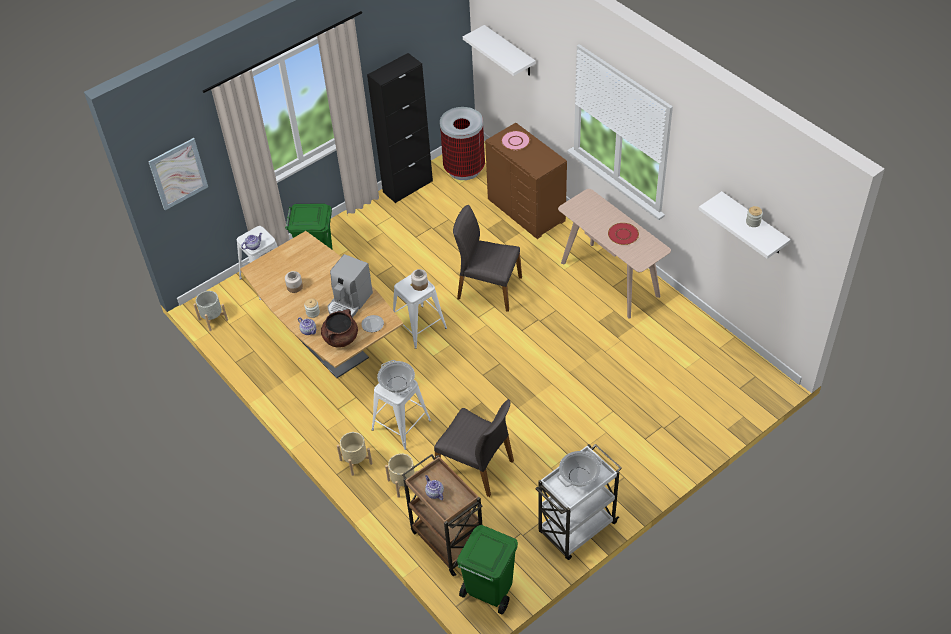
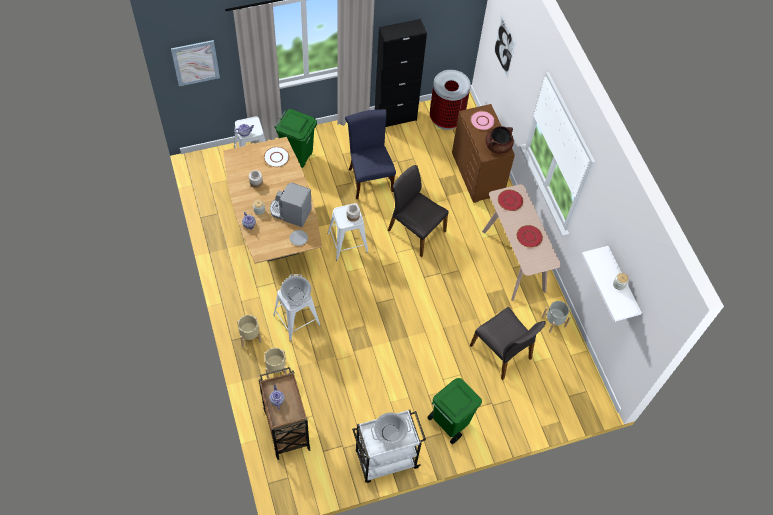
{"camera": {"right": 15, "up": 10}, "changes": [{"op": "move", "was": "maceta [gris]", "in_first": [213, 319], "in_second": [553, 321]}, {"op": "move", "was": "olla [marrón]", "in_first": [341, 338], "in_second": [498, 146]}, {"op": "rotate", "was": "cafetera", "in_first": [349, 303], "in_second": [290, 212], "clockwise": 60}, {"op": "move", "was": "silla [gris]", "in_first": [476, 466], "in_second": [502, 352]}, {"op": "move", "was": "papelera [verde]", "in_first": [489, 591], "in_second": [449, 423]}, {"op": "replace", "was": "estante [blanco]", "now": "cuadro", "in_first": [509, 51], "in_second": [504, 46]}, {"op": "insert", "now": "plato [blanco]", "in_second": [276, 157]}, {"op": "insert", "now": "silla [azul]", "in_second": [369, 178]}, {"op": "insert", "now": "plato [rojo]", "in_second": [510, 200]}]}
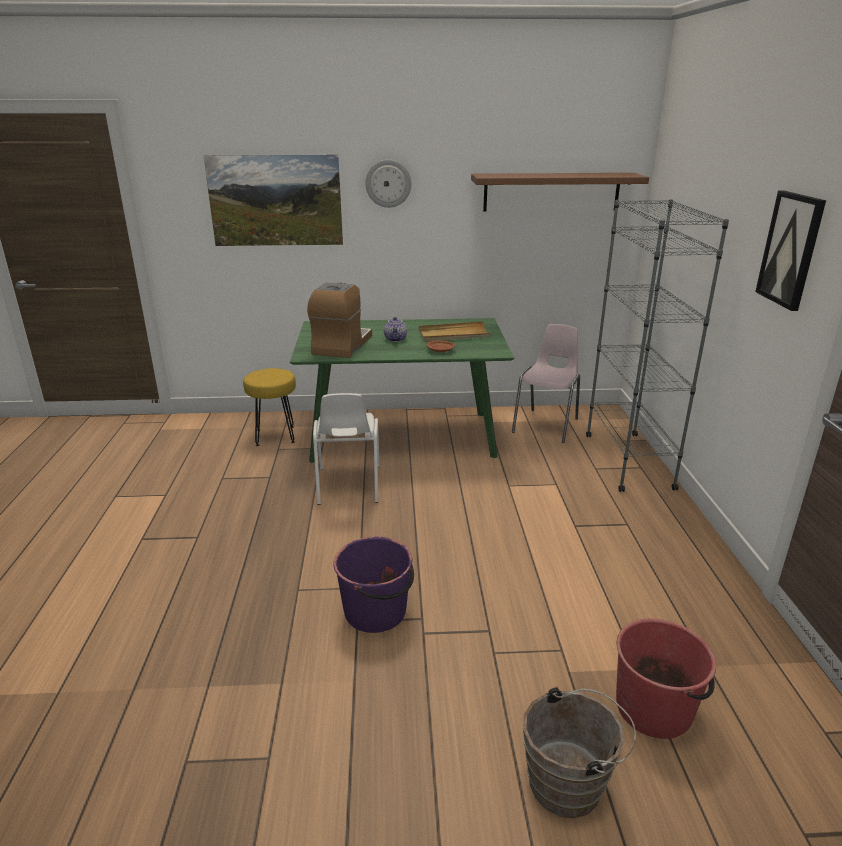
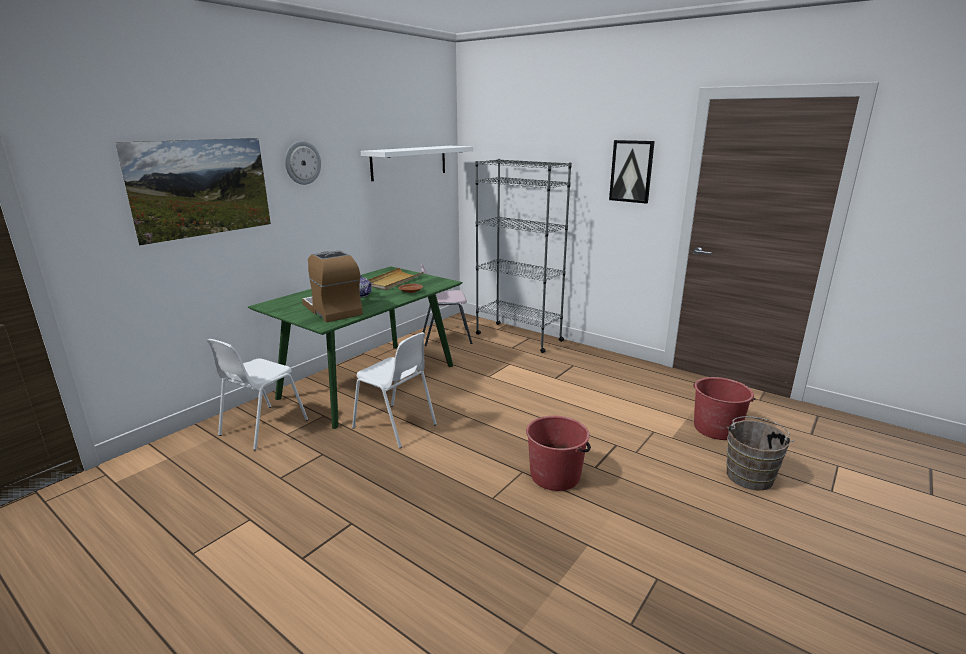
{"camera": {"right": -50, "up": -5}, "changes": [{"op": "replace", "was": "taburete [amarillo]", "now": "silla [blanco]", "in_first": [274, 435], "in_second": [262, 427]}, {"op": "recolor", "was": "cubo [morado]", "now": "cubo [rojo]", "in_first": [376, 611], "in_second": [555, 475]}, {"op": "recolor", "was": "estante [marrón]", "now": "estante [blanco]", "in_first": [551, 192], "in_second": [409, 162]}, {"op": "rotate", "was": "silla [rosa]", "in_first": [547, 425], "in_second": [446, 337], "clockwise": -75}]}
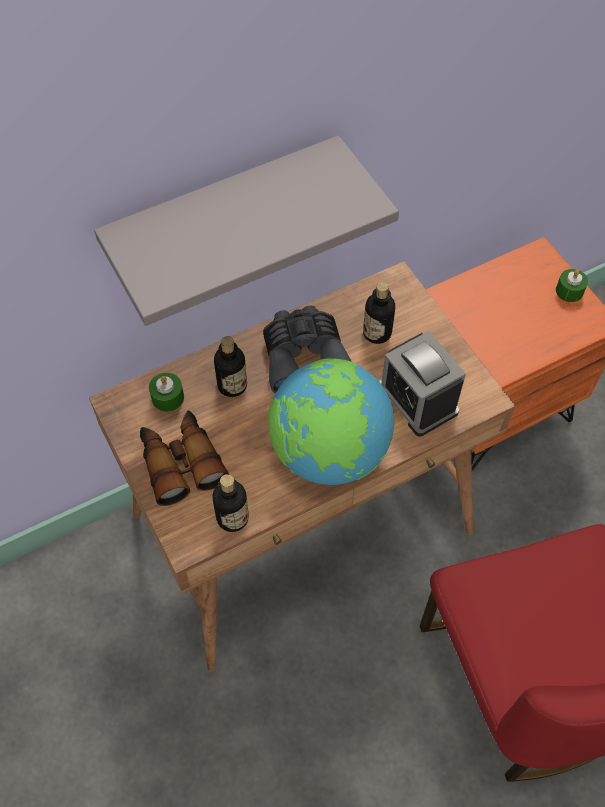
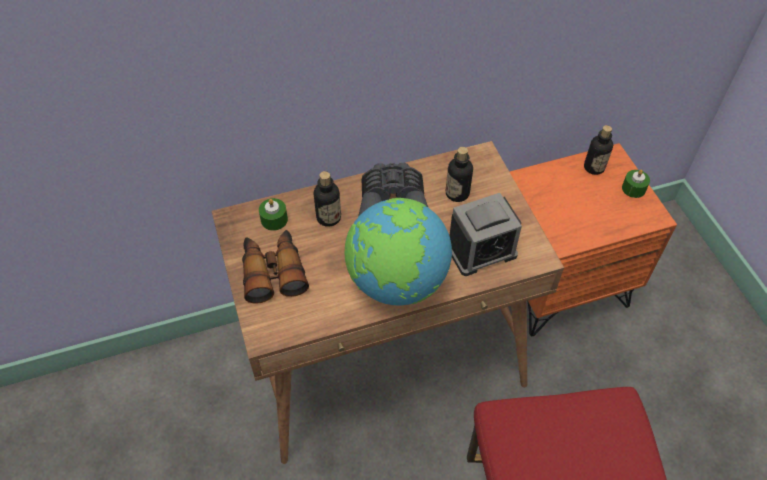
{"camera": {"right": 10, "up": -5}, "changes": [{"op": "delete", "was": "estante [gris]", "in_first": [224, 216]}, {"op": "move", "was": "botella", "in_first": [232, 518], "in_second": [594, 167]}, {"op": "rotate", "was": "despertador", "in_first": [418, 399], "in_second": [481, 250], "clockwise": -90}]}
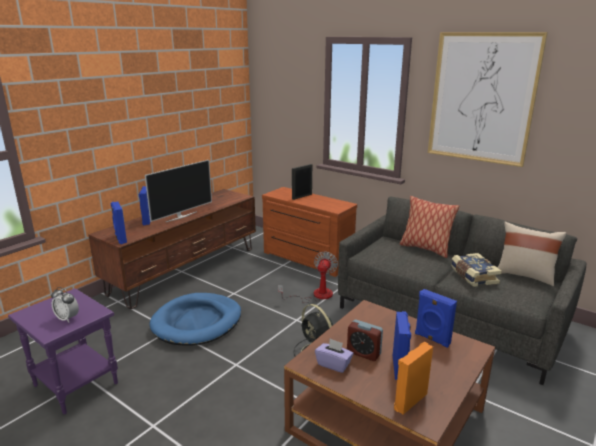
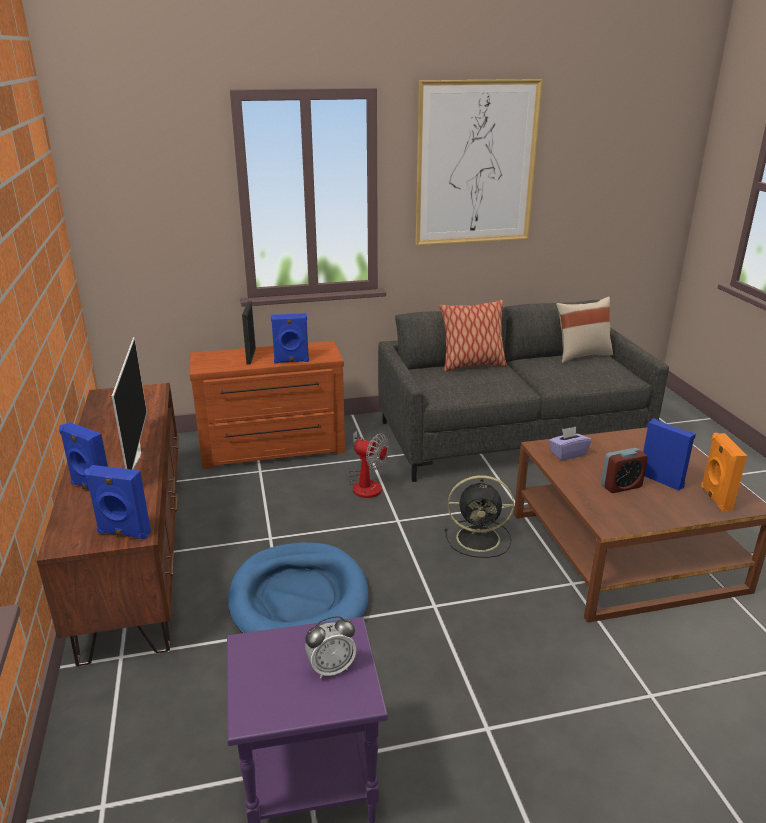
{"camera": {"right": -50, "up": 5}, "changes": [{"op": "rotate", "was": "ventilador", "in_first": [316, 295], "in_second": [365, 483], "clockwise": 150}, {"op": "move", "was": "caja de pañuelos [morado]", "in_first": [333, 364], "in_second": [567, 454]}, {"op": "move", "was": "altavoz [azul]", "in_first": [432, 339], "in_second": [291, 361]}, {"op": "delete", "was": "libro", "in_first": [473, 276]}]}
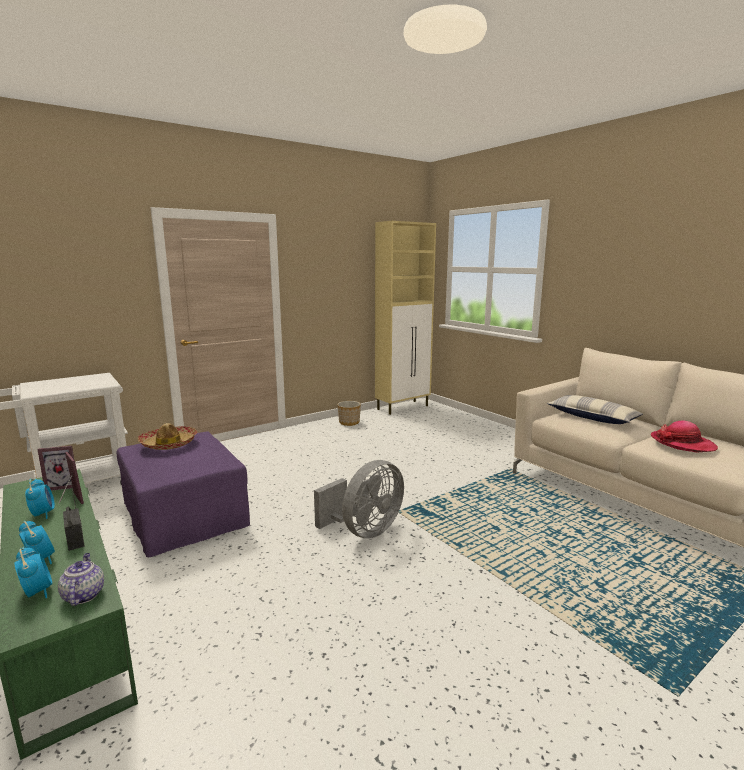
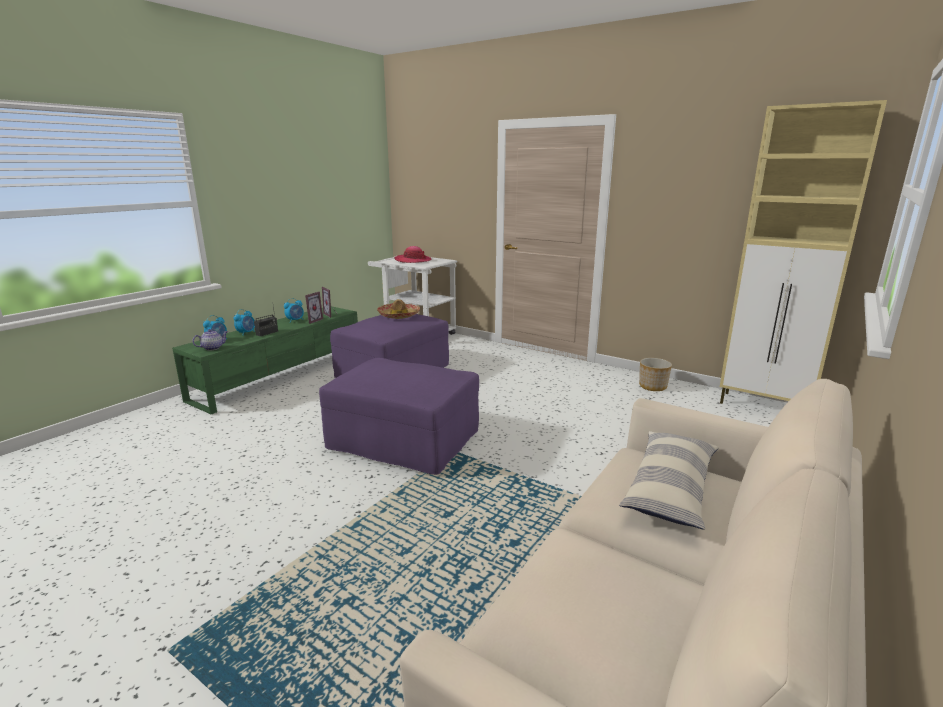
{"camera": {"right": 70, "up": 5}, "changes": [{"op": "replace", "was": "ventilador [gris]", "now": "puf [morado]", "in_first": [365, 531], "in_second": [405, 441]}, {"op": "move", "was": "sombrero", "in_first": [682, 443], "in_second": [413, 260]}]}
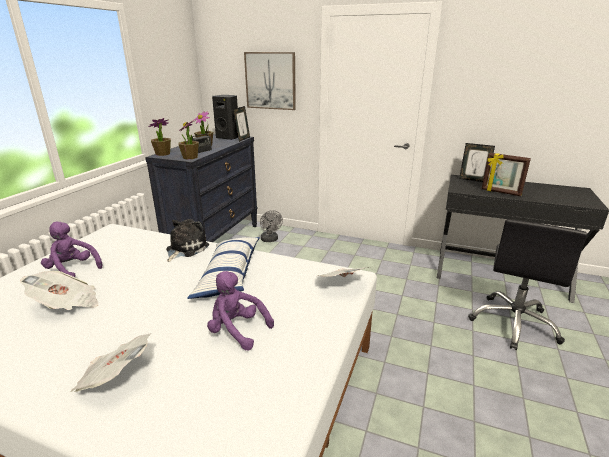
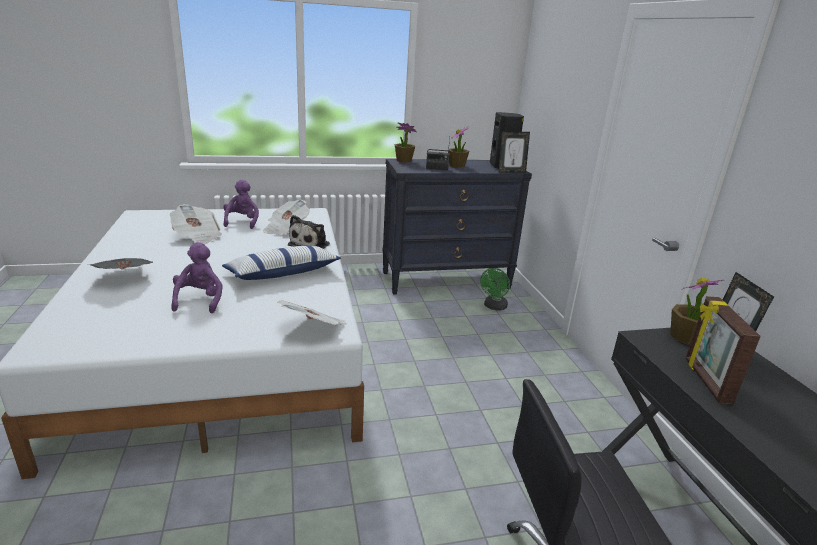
{"camera": {"right": 55, "up": 0}, "changes": [{"op": "rotate", "was": "peluche", "in_first": [185, 249], "in_second": [311, 244], "clockwise": 120}, {"op": "move", "was": "planta en maceta", "in_first": [190, 157], "in_second": [685, 337]}, {"op": "delete", "was": "cuadro", "in_first": [270, 81]}, {"op": "recolor", "was": "ventilador [gris]", "now": "ventilador [verde]", "in_first": [270, 240], "in_second": [494, 307]}, {"op": "insert", "now": "periódico", "in_second": [286, 229]}]}
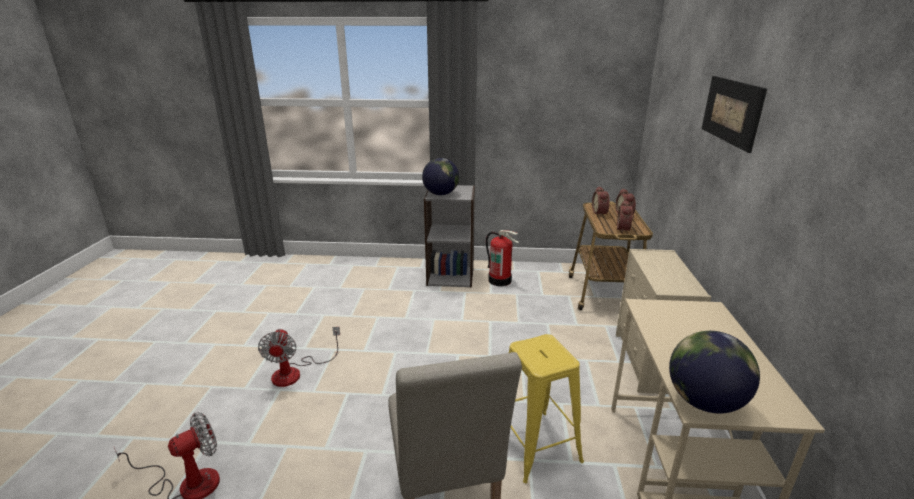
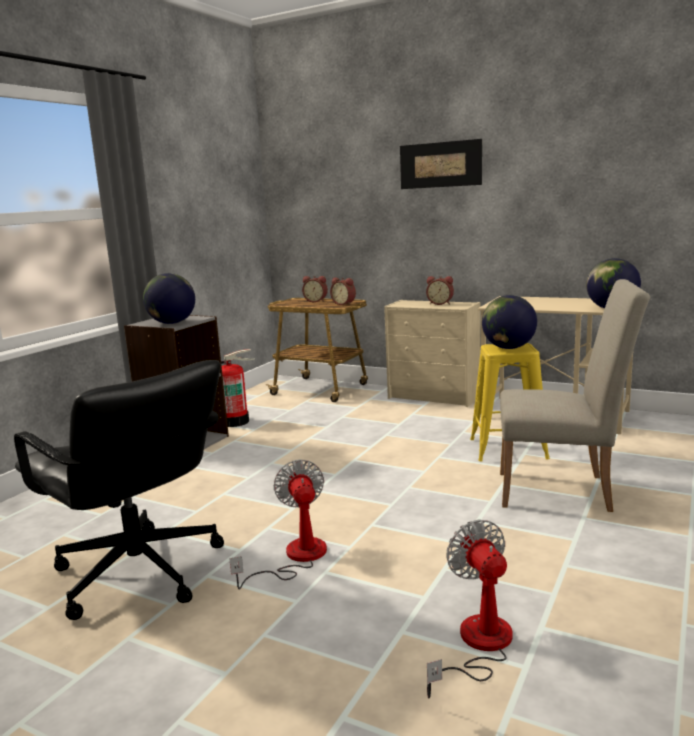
{"camera": {"right": -65, "up": -10}, "changes": [{"op": "rotate", "was": "ventilador", "in_first": [295, 372], "in_second": [295, 558], "clockwise": -120}, {"op": "move", "was": "despertador", "in_first": [600, 213], "in_second": [440, 303]}, {"op": "insert", "now": "silla de oficina [negro]", "in_second": [138, 574]}, {"op": "insert", "now": "globo terráqueo", "in_second": [508, 348]}]}
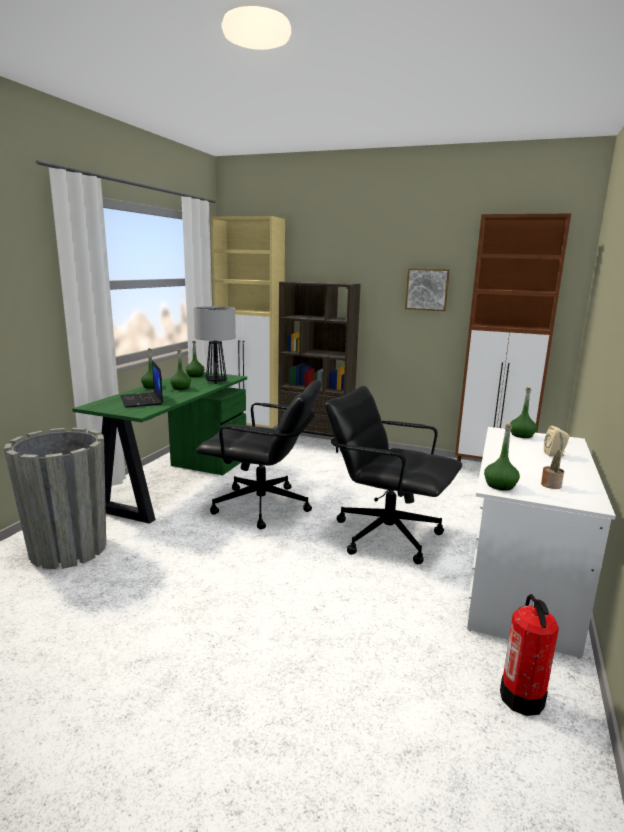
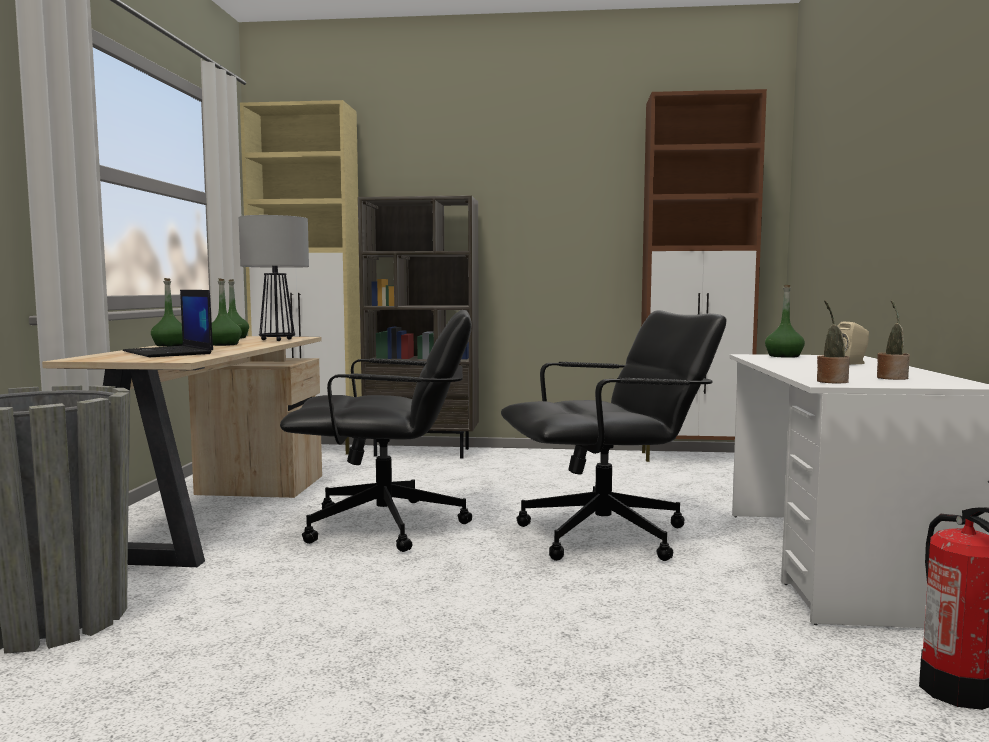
{"camera": {"right": -15, "up": -10}, "changes": [{"op": "recolor", "was": "escritorio [verde]", "now": "escritorio [beis]", "in_first": [176, 482], "in_second": [215, 513]}, {"op": "rotate", "was": "silla de oficina [negro]", "in_first": [386, 535], "in_second": [606, 536], "clockwise": 150}, {"op": "delete", "was": "cuadro", "in_first": [427, 289]}, {"op": "replace", "was": "botella [verde]", "now": "planta en maceta", "in_first": [500, 485], "in_second": [831, 381]}]}
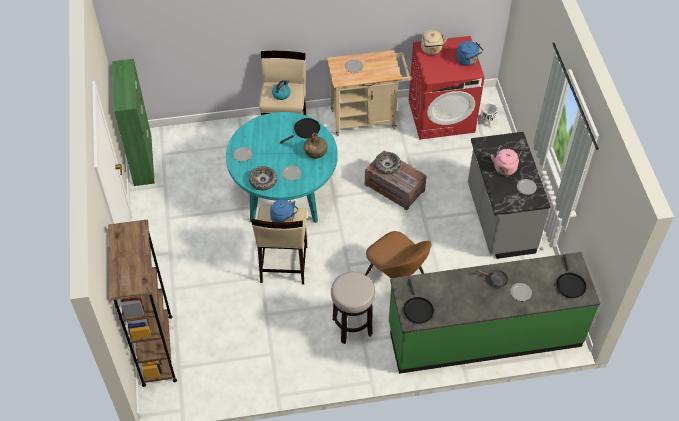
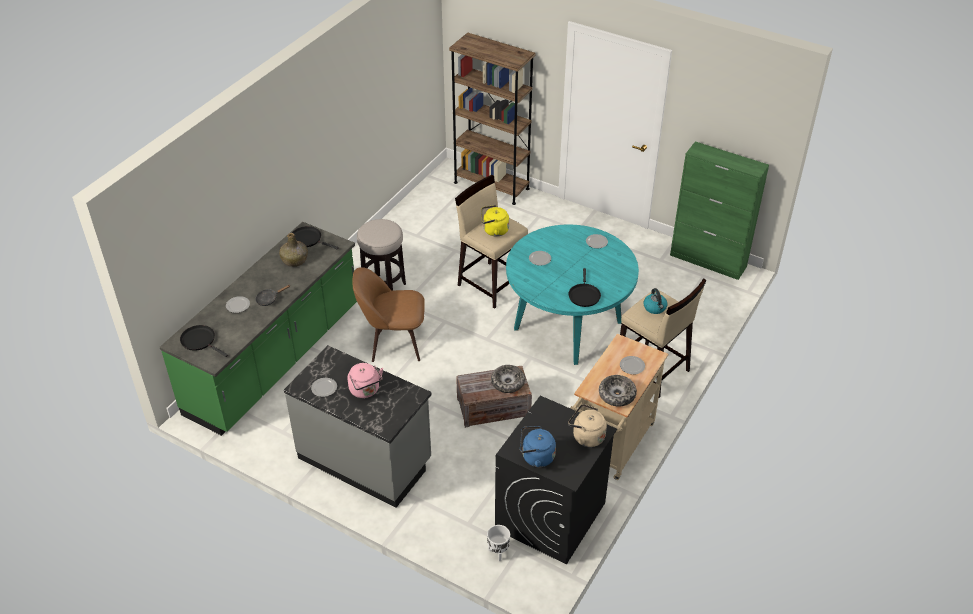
{"camera": {"right": 130, "up": -10}, "changes": [{"op": "move", "was": "cuenco", "in_first": [263, 181], "in_second": [617, 394]}, {"op": "recolor", "was": "hervidor [azul]", "now": "hervidor [amarillo]", "in_first": [284, 219], "in_second": [494, 230]}, {"op": "move", "was": "botella [verde]", "in_first": [315, 152], "in_second": [295, 260]}, {"op": "recolor", "was": "lavadora [rojo]", "now": "lavadora [negro]", "in_first": [441, 116], "in_second": [550, 516]}]}
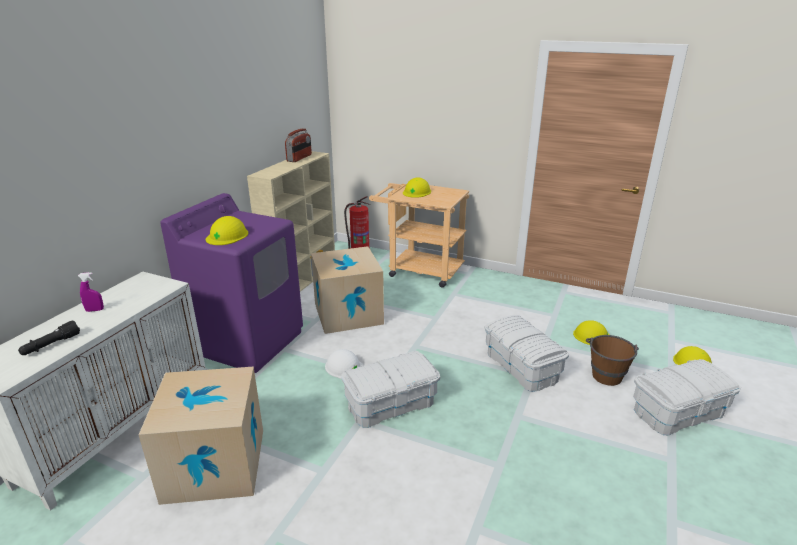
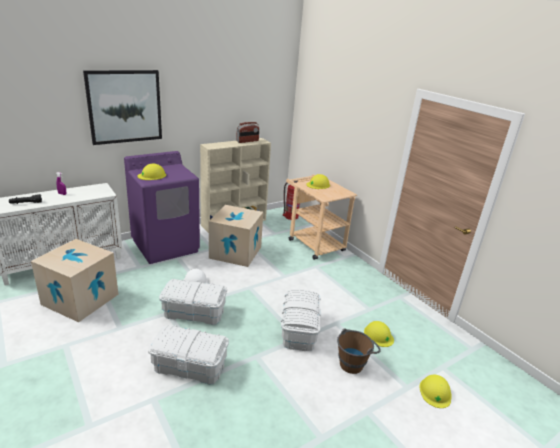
{"camera": {"right": 30, "up": 0}, "changes": [{"op": "move", "was": "caja de almacenaje [blanco]", "in_first": [678, 412], "in_second": [190, 366]}, {"op": "insert", "now": "cuadro", "in_second": [125, 106]}]}
